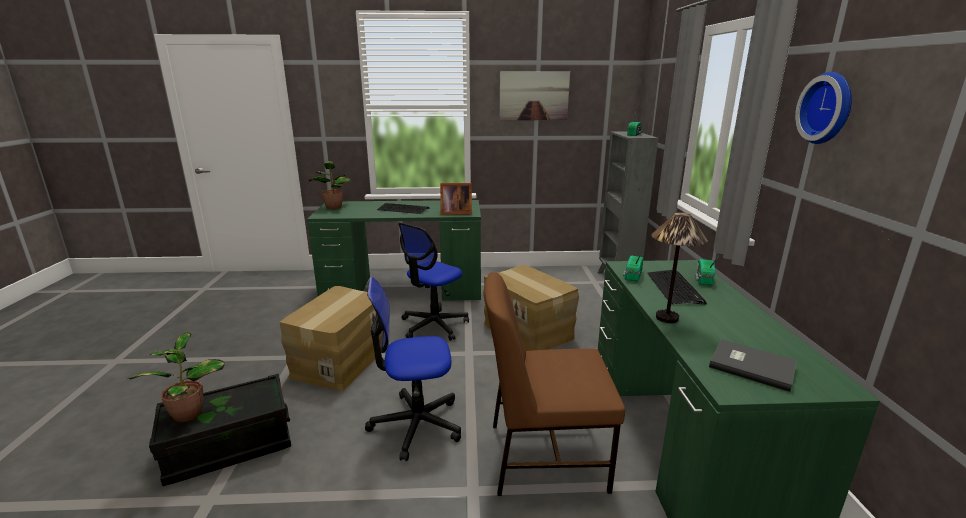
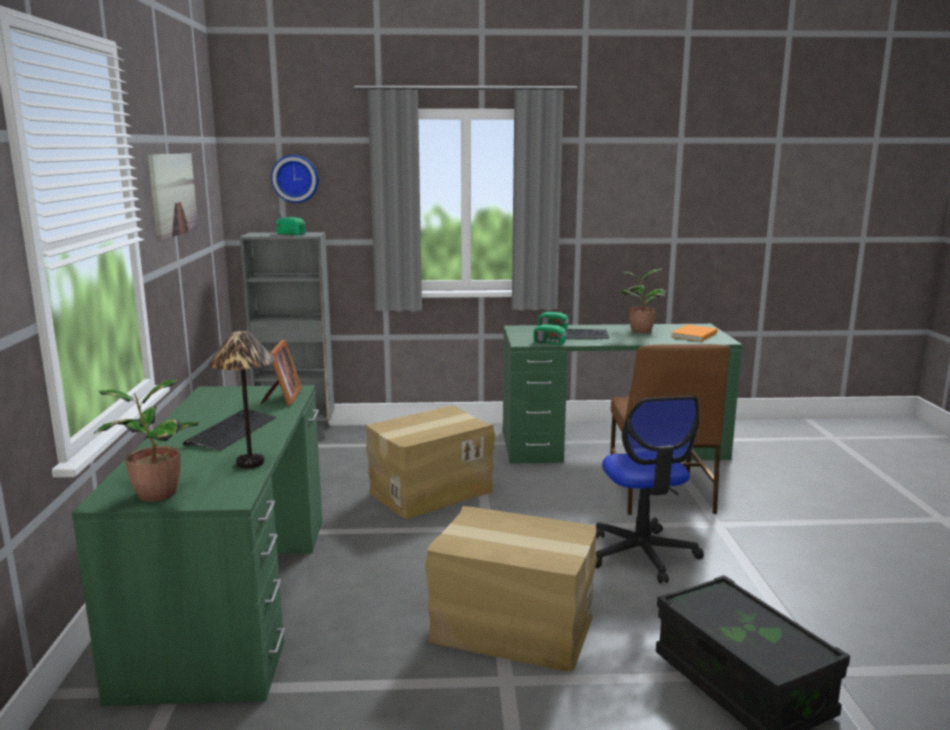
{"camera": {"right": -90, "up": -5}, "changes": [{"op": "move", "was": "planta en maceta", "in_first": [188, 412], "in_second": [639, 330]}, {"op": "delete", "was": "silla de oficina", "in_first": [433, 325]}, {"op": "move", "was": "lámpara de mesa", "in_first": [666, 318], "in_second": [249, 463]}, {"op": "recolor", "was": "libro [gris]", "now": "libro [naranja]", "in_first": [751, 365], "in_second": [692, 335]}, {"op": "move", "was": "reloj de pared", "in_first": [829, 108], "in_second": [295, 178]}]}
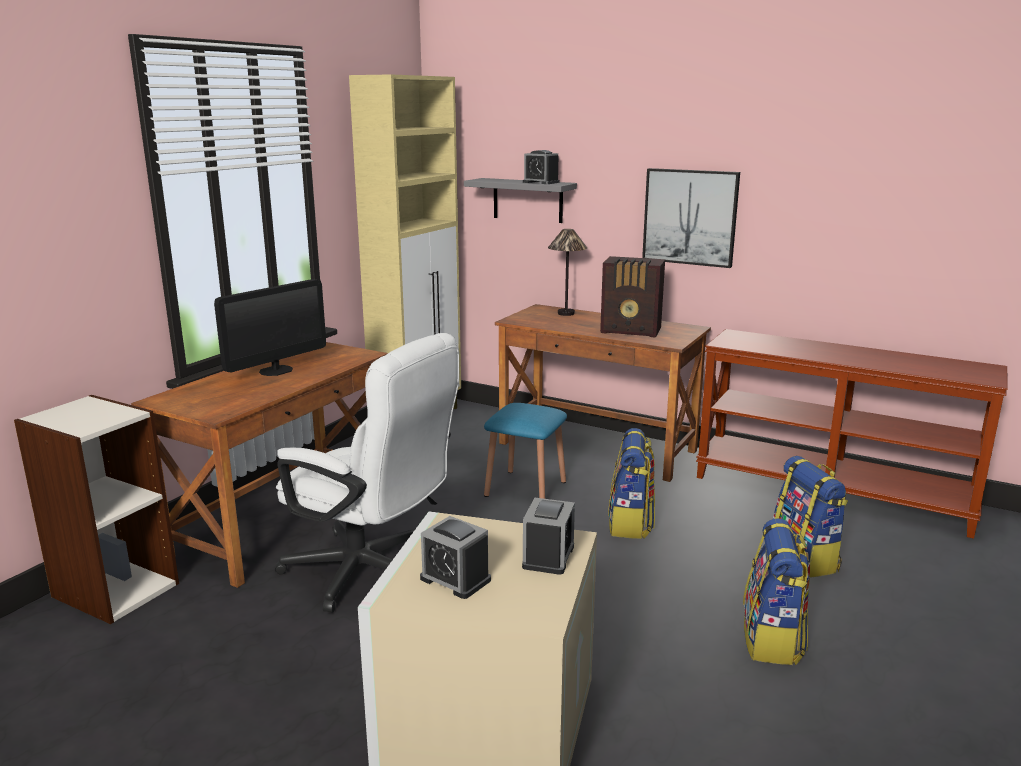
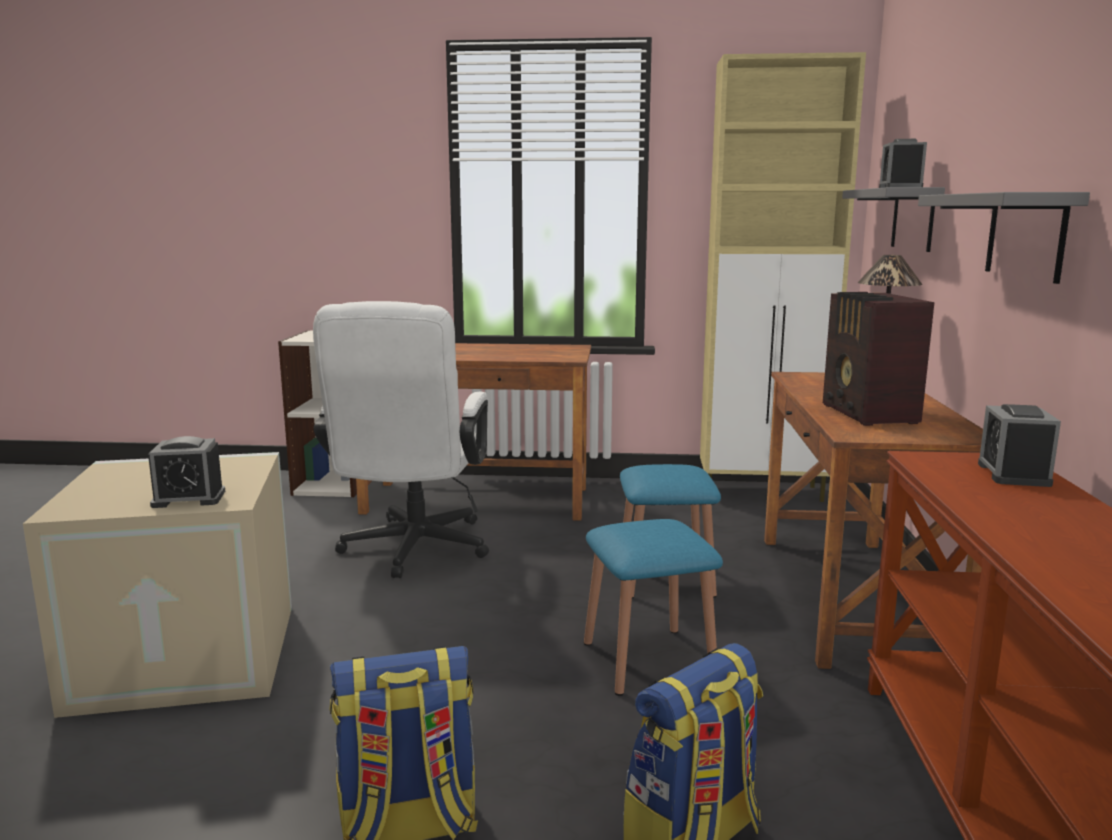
{"camera": {"right": 65, "up": -5}, "changes": [{"op": "delete", "was": "monitor", "in_first": [276, 370]}, {"op": "move", "was": "despertador", "in_first": [455, 579], "in_second": [1013, 474]}, {"op": "replace", "was": "mochila", "now": "taburete [azul]", "in_first": [631, 524], "in_second": [648, 660]}, {"op": "replace", "was": "cuadro", "now": "estante [gris]", "in_first": [690, 217], "in_second": [1025, 235]}]}
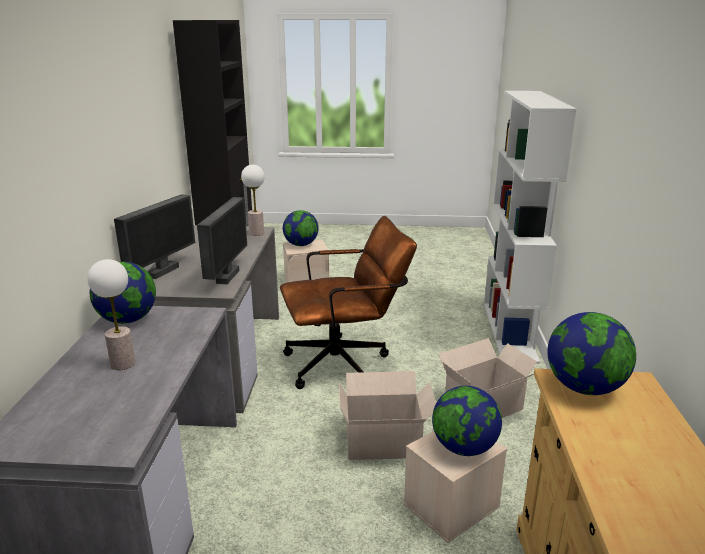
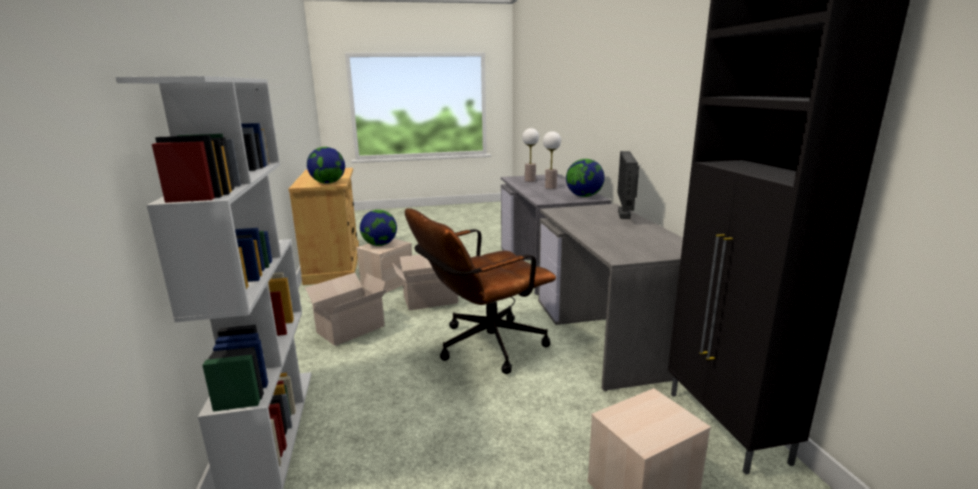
{"camera": {"right": 165, "up": -5}, "changes": [{"op": "delete", "was": "monitor", "in_first": [226, 276]}, {"op": "move", "was": "lámpara de mesa", "in_first": [256, 233], "in_second": [530, 180]}, {"op": "delete", "was": "globo terráqueo", "in_first": [301, 245]}]}
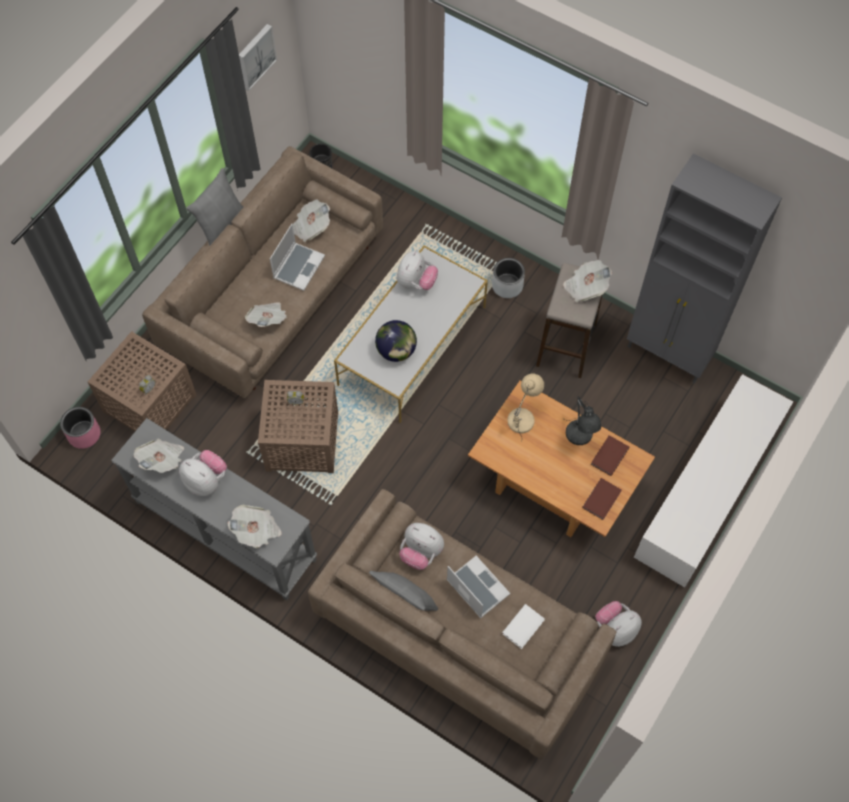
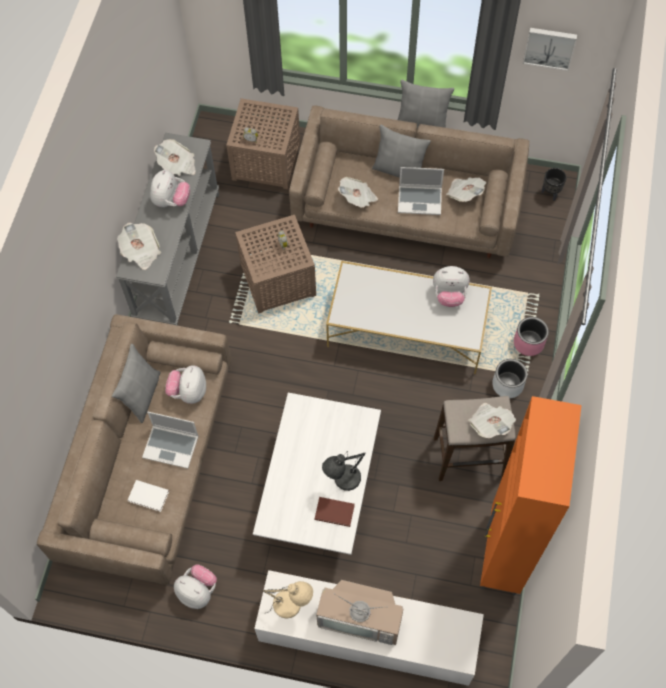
{"camera": {"right": 70, "up": 0}, "changes": [{"op": "move", "was": "maceta [rosa]", "in_first": [84, 434], "in_second": [528, 343]}, {"op": "delete", "was": "globo terráqueo", "in_first": [396, 351]}, {"op": "rotate", "was": "portátil", "in_first": [476, 587], "in_second": [172, 446], "clockwise": 75}, {"op": "recolor", "was": "mesa de centro [marrón]", "now": "mesa de centro [blanco]", "in_first": [554, 484], "in_second": [320, 493]}, {"op": "move", "was": "lámpara de mesa [beis]", "in_first": [523, 418], "in_second": [291, 605]}, {"op": "delete", "was": "libro [marrón]", "in_first": [602, 499]}, {"op": "recolor", "was": "armario [gris]", "now": "armario [naranja]", "in_first": [669, 354], "in_second": [502, 554]}, {"op": "insert", "now": "televisor", "in_second": [361, 617]}, {"op": "insert", "now": "cojín [gris]", "in_second": [399, 170]}]}
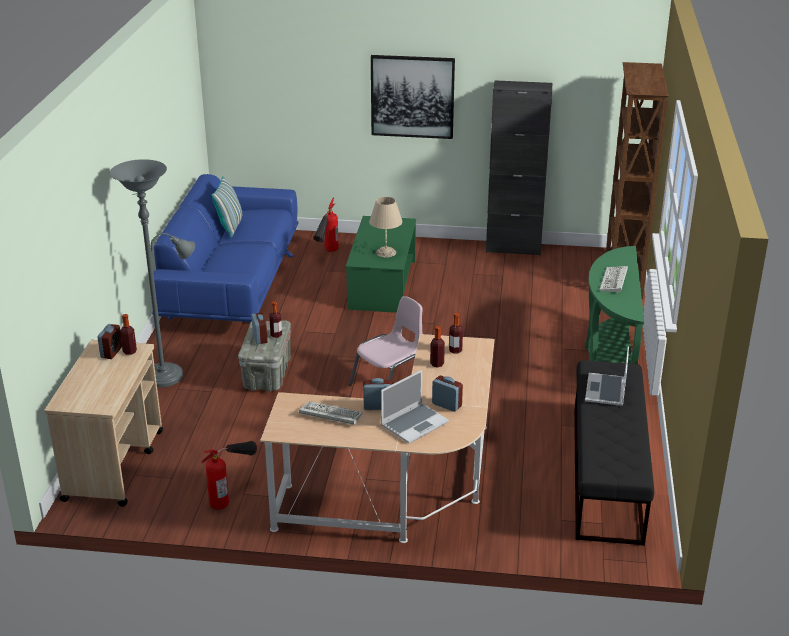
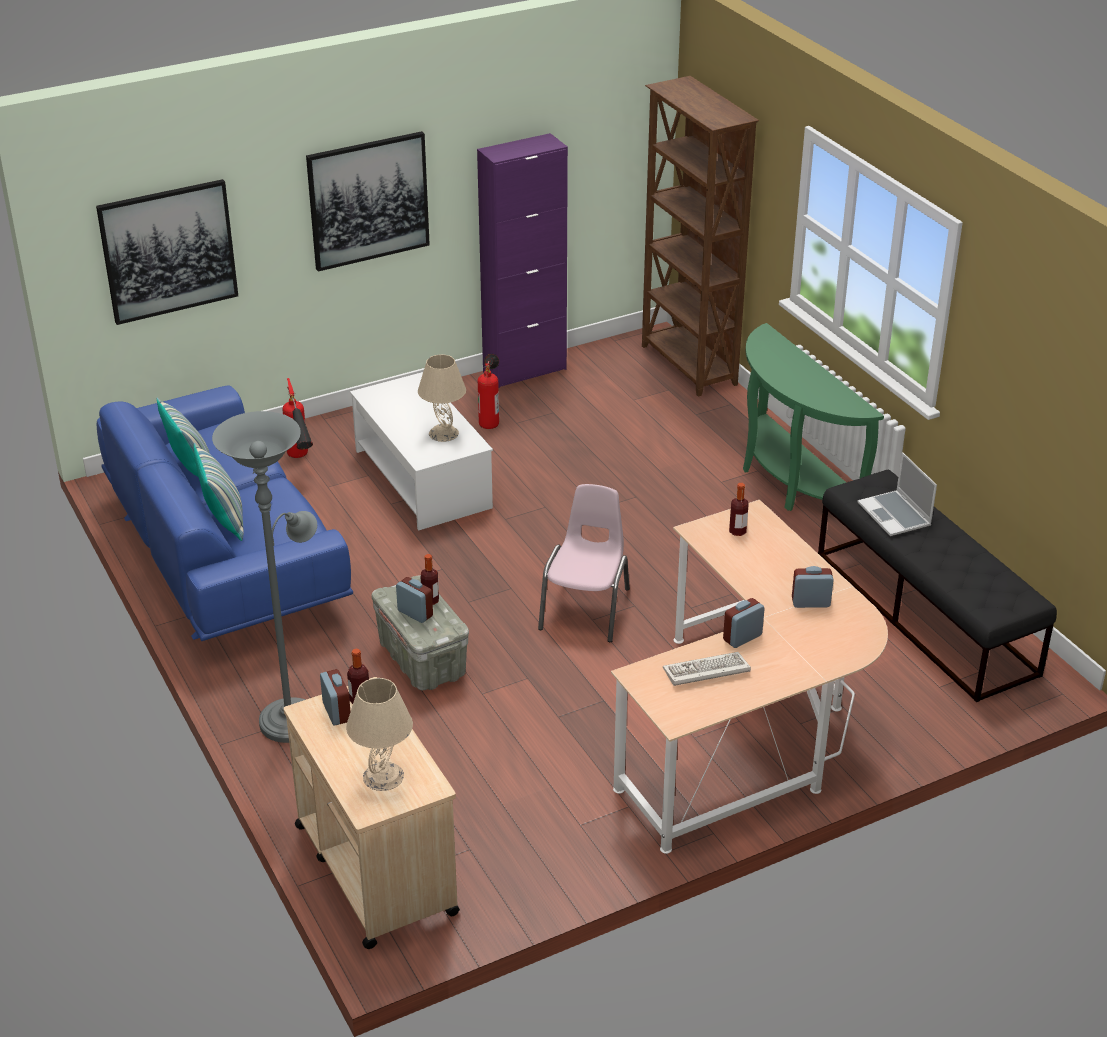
{"camera": {"right": -35, "up": 5}, "changes": [{"op": "move", "was": "extintor", "in_first": [232, 494], "in_second": [490, 413]}, {"op": "recolor", "was": "mesa de centro [verde]", "now": "mesa de centro [blanco]", "in_first": [382, 284], "in_second": [422, 478]}, {"op": "delete", "was": "portátil", "in_first": [414, 423]}, {"op": "delete", "was": "botella", "in_first": [437, 364]}, {"op": "recolor", "was": "armario [negro]", "now": "armario [morado]", "in_first": [513, 248], "in_second": [524, 370]}, {"op": "delete", "was": "teclado", "in_first": [614, 281]}, {"op": "insert", "now": "cuadro", "in_second": [168, 251]}, {"op": "insert", "now": "cojín", "in_second": [224, 521]}, {"op": "insert", "now": "lámpara de mesa [beis]", "in_second": [383, 776]}]}
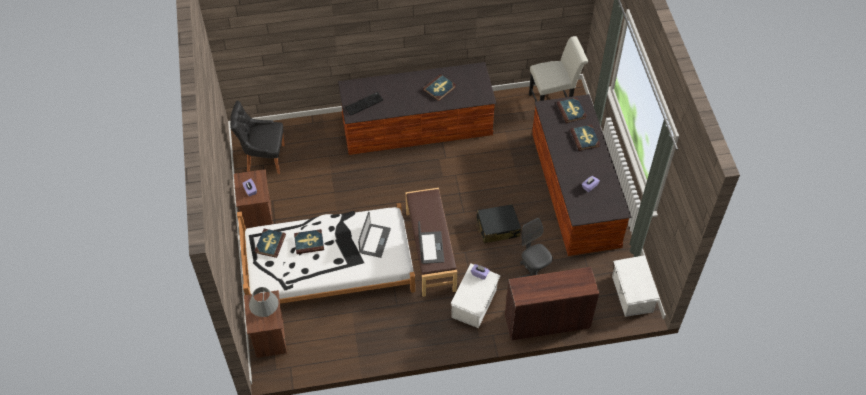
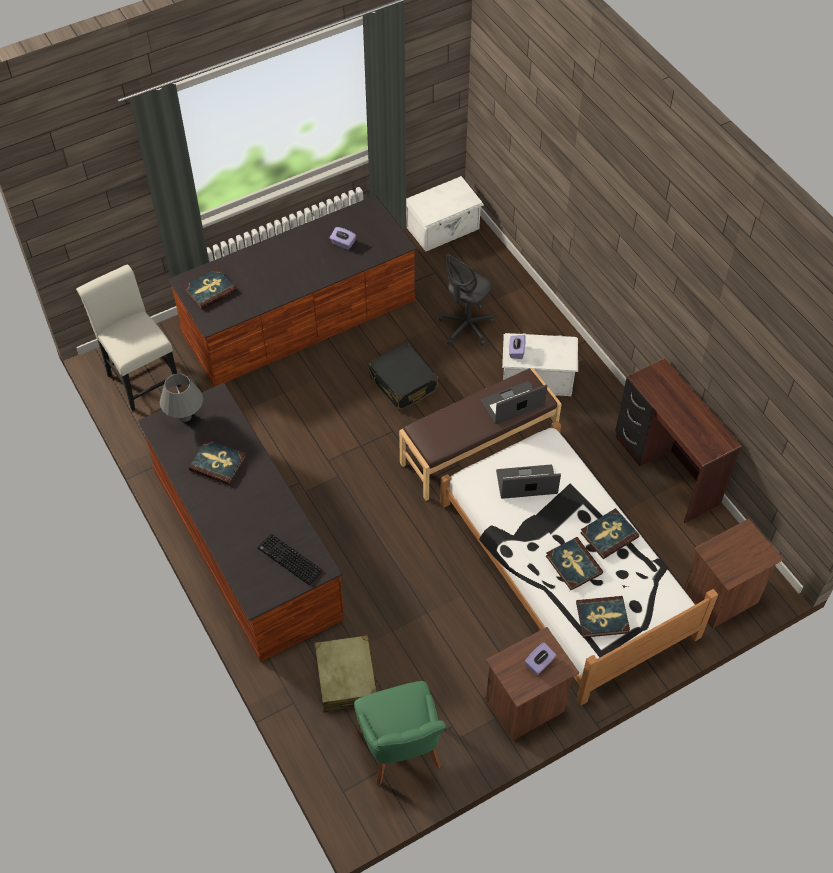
{"camera": {"right": -110, "up": 0}, "changes": [{"op": "recolor", "was": "silla [negro]", "now": "silla [verde]", "in_first": [264, 158], "in_second": [401, 751]}, {"op": "move", "was": "lámpara de mesa [gris]", "in_first": [266, 313], "in_second": [185, 416]}, {"op": "move", "was": "escritorio [marrón]", "in_first": [547, 320], "in_second": [665, 471]}, {"op": "move", "was": "libro", "in_first": [585, 138], "in_second": [609, 535]}, {"op": "insert", "now": "maleta [beis]", "in_second": [346, 679]}]}
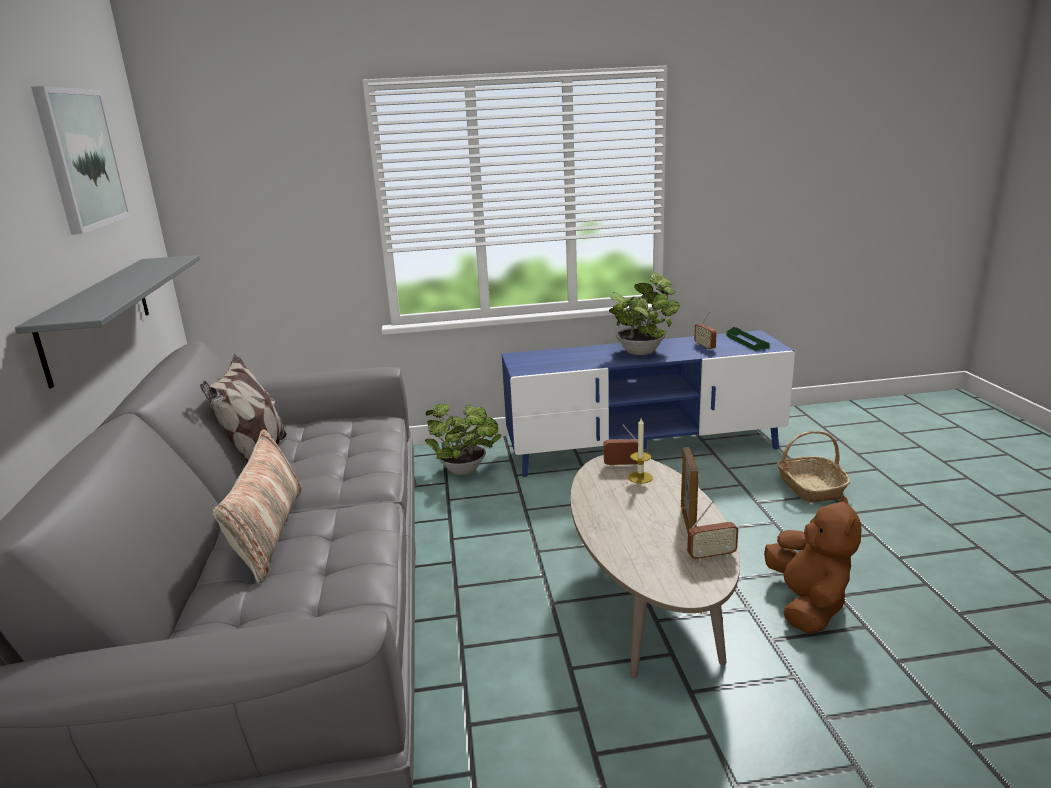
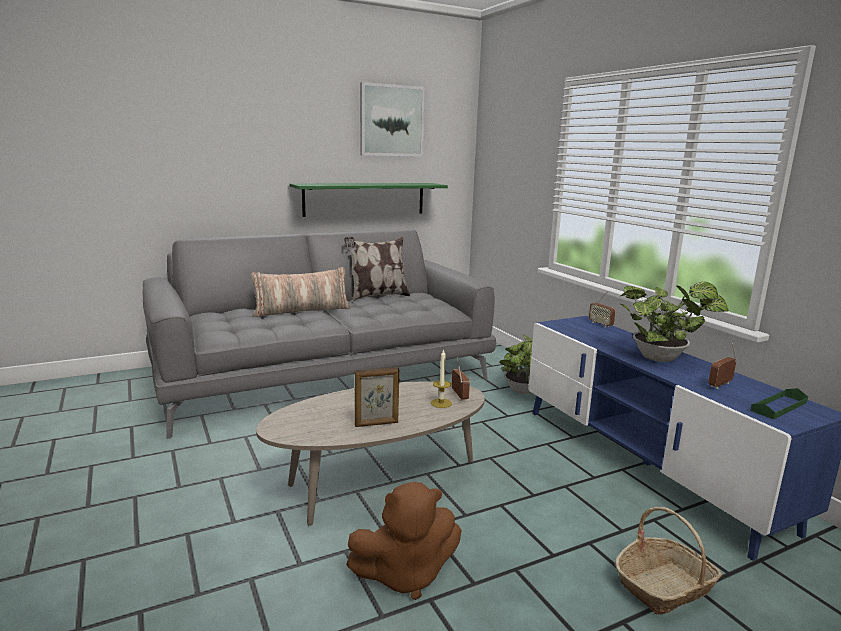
{"camera": {"right": 70, "up": -5}, "changes": [{"op": "recolor", "was": "estante [gris]", "now": "estante [verde]", "in_first": [98, 316], "in_second": [364, 199]}, {"op": "move", "was": "radio", "in_first": [711, 556], "in_second": [600, 324]}]}
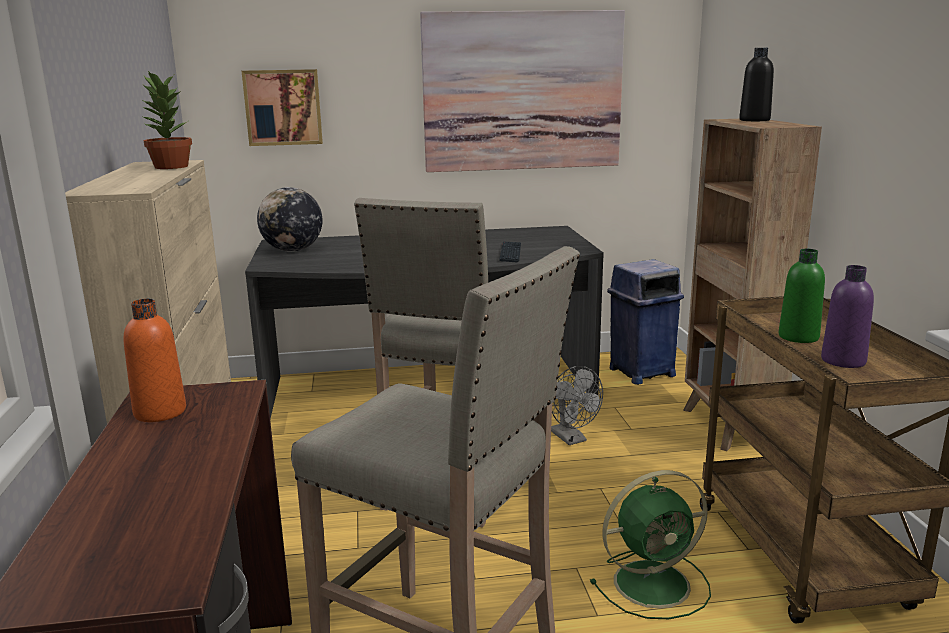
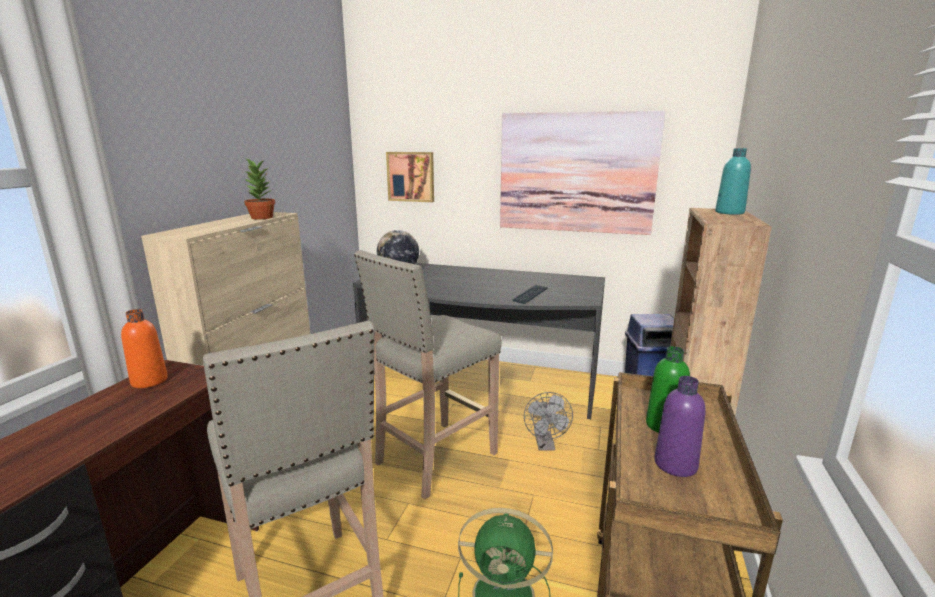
{"camera": {"right": 25, "up": 0}, "changes": [{"op": "recolor", "was": "botella [negro]", "now": "botella [turquesa]", "in_first": [754, 120], "in_second": [729, 212]}]}
